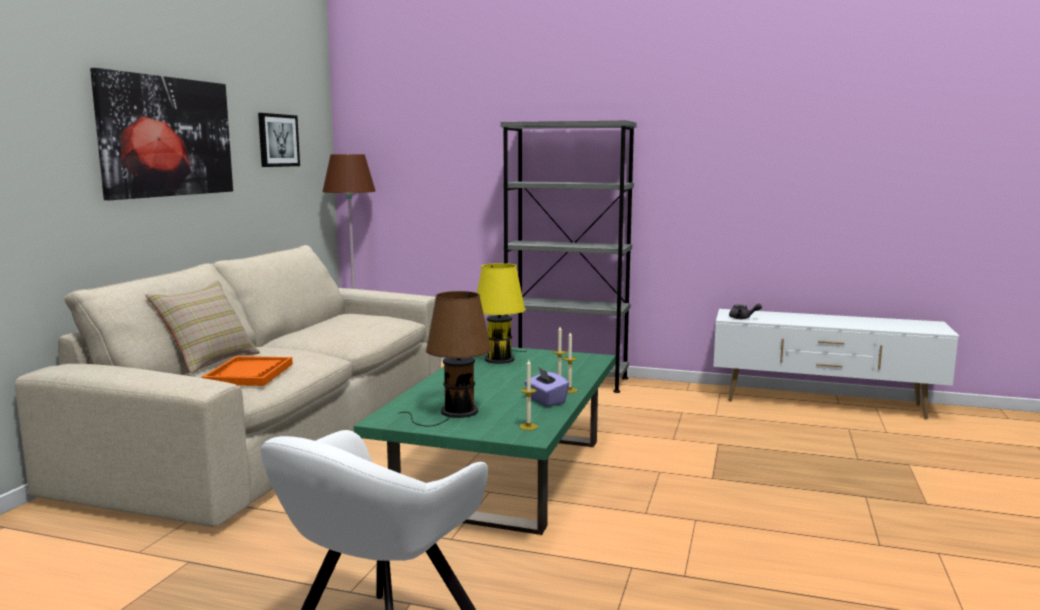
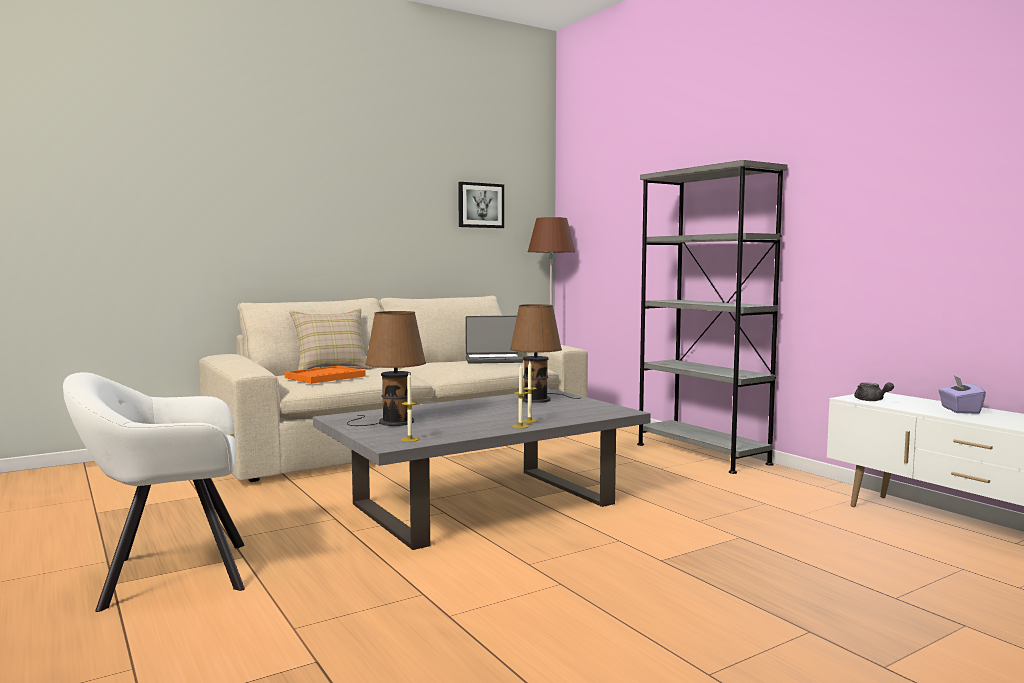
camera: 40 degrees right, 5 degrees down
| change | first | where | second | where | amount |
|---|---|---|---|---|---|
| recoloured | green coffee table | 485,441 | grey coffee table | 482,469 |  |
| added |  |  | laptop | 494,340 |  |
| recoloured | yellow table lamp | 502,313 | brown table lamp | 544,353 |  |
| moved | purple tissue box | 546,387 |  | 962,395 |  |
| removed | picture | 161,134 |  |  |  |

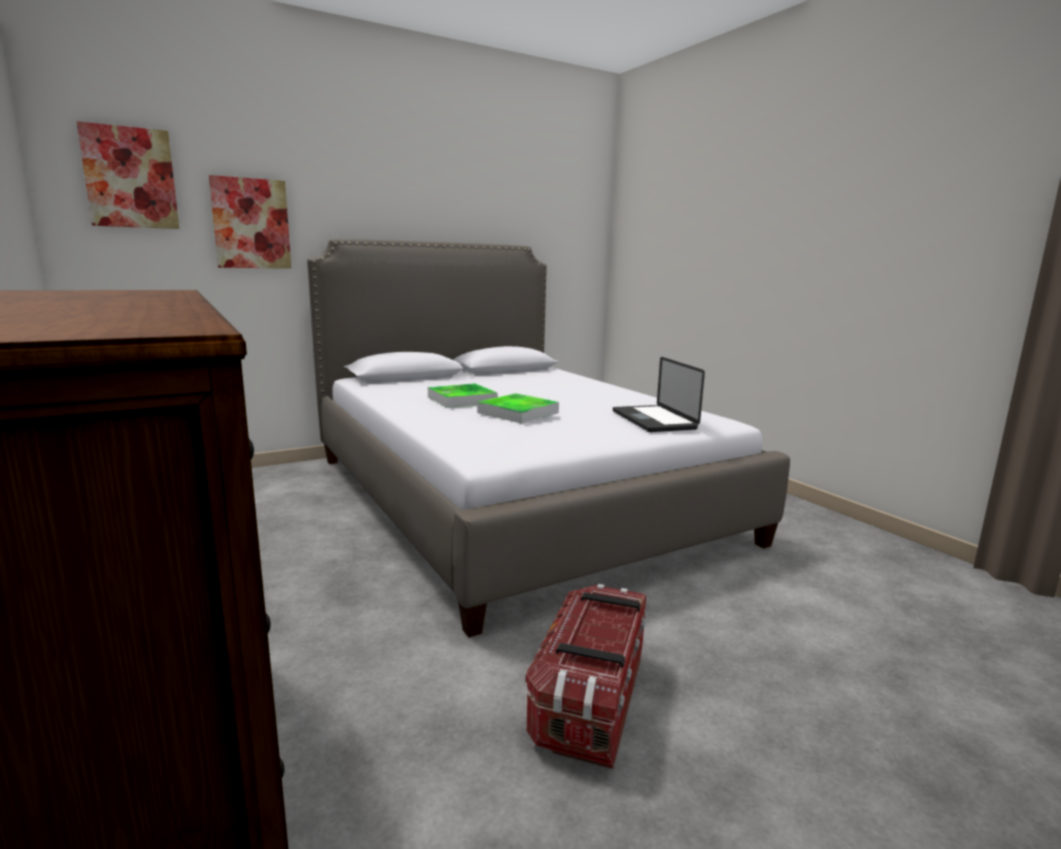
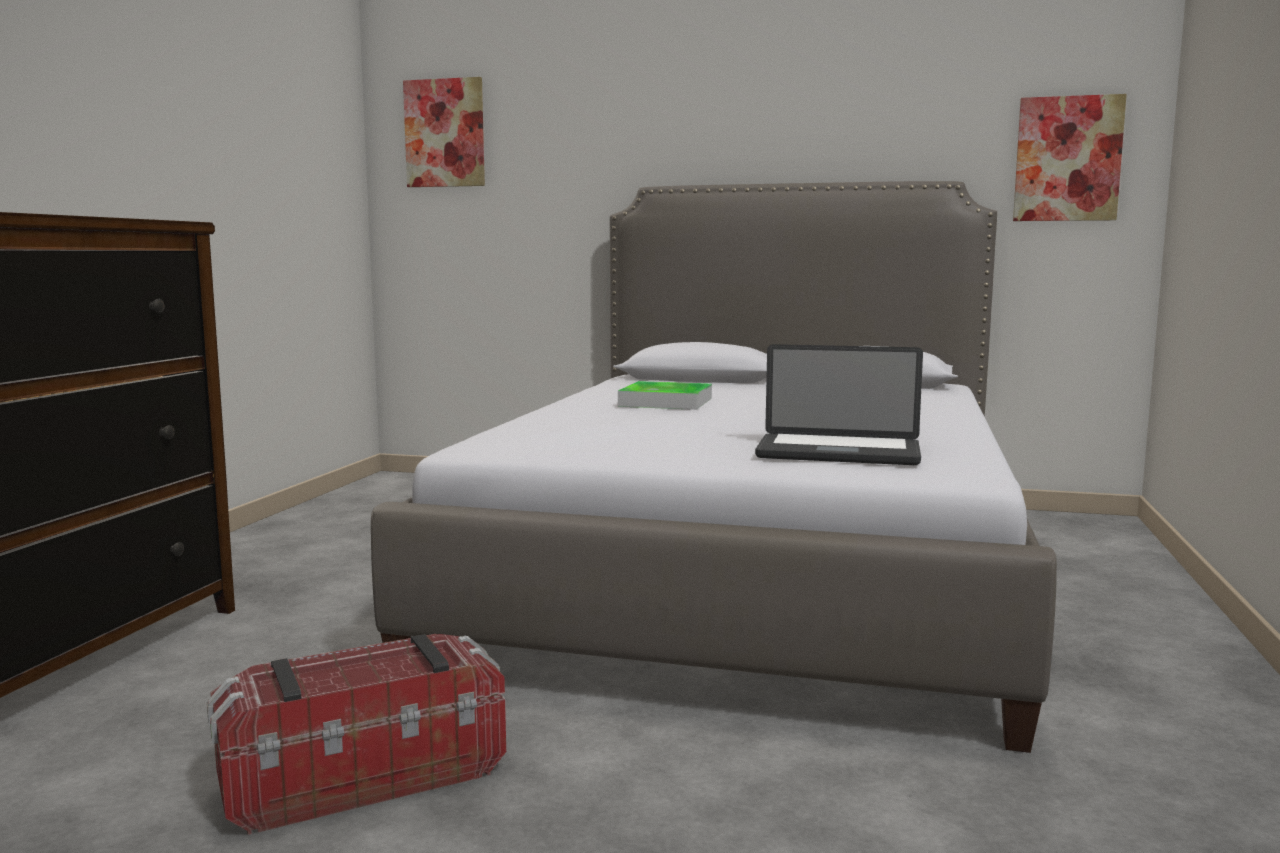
camera: 45 degrees right, 5 degrees down
| change | first | where | second | where | amount |
|---|---|---|---|---|---|
| turned | laptop | 659,394 |  | 839,404 | 105 degrees counterclockwise |
| moved | picture | 250,222 |  | 1070,157 |  |
| removed | tray | 518,408 |  |  |  |

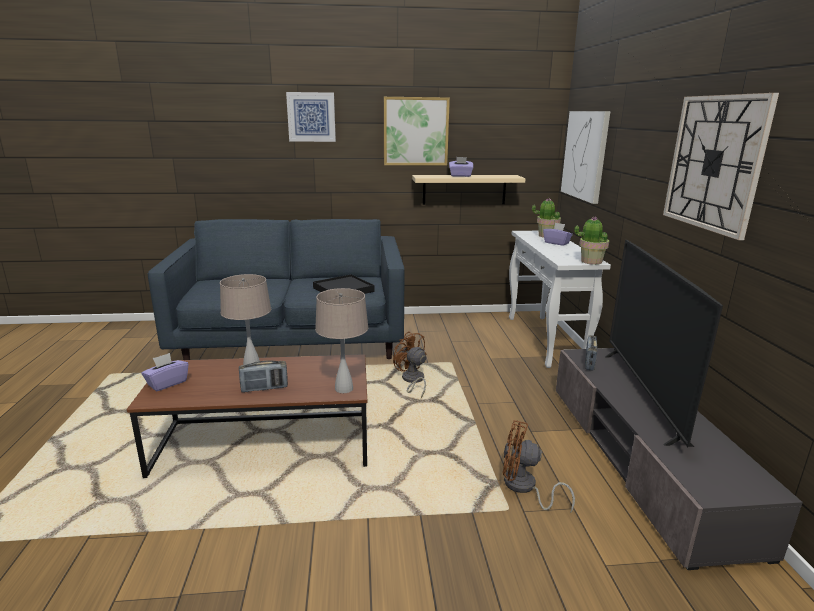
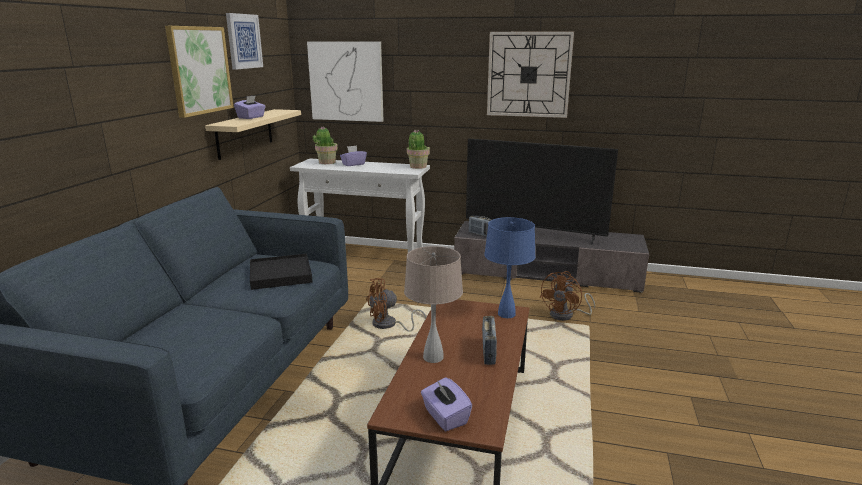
camera: 70 degrees left, 0 degrees up
| change | first | where | second | where | amount |
|---|---|---|---|---|---|
| moved | picture | 311,117 |  | 244,41 |  |
| recoloured | beige table lamp | 341,340 | blue table lamp | 510,267 |  |

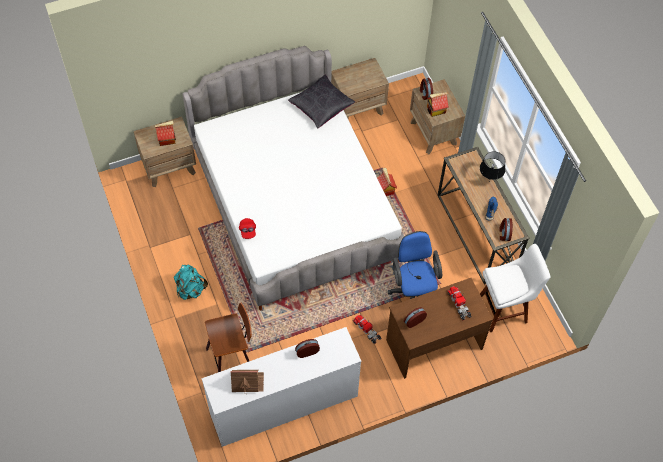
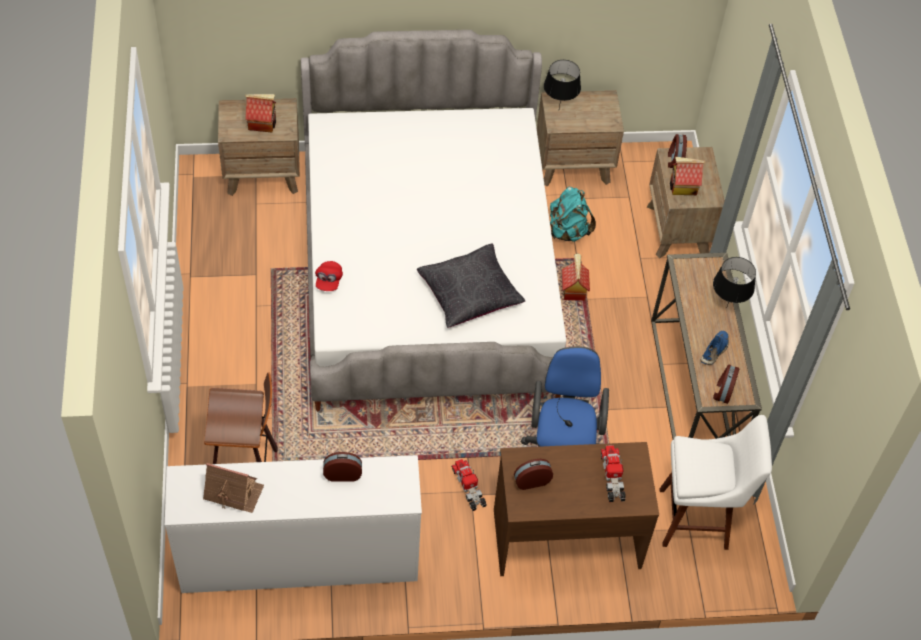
camera: 15 degrees right, 5 degrees down
| change | first | where | second | where | amount |
|---|---|---|---|---|---|
| moved | black pillow | 321,101 |  | 471,286 |  |
| added |  |  | black table lamp | 562,84 |  |
| moved | turquoise backpack | 191,282 |  | 573,214 |  |

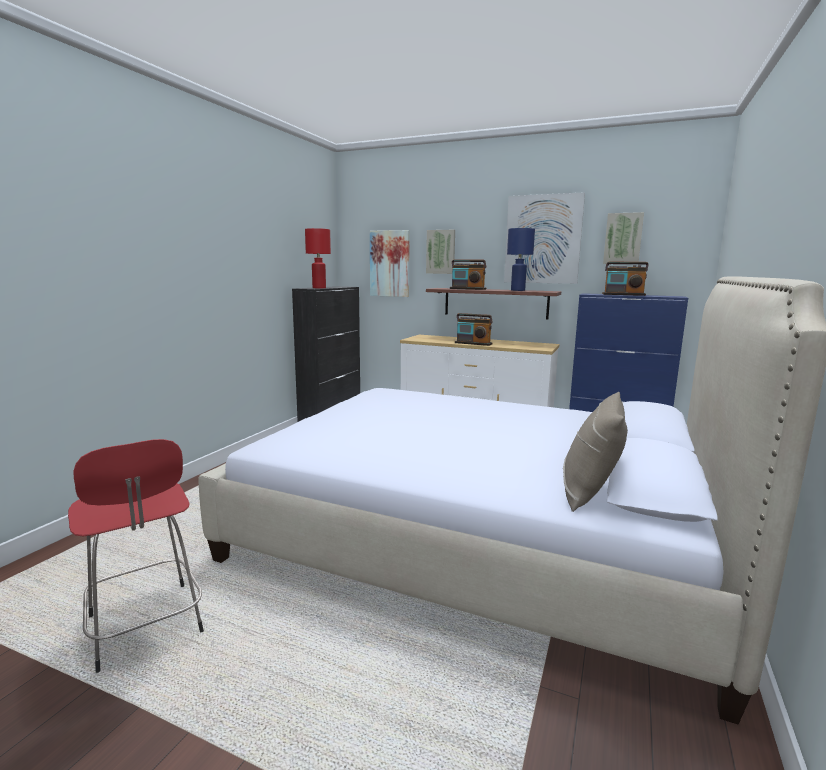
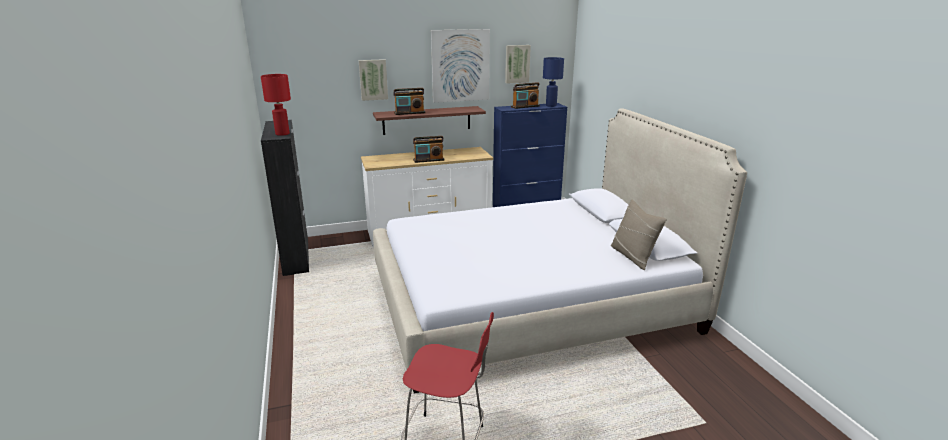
camera: 40 degrees left, 10 degrees up
| change | first | where | second | where | amount |
|---|---|---|---|---|---|
| moved | blue table lamp | 521,259 |  | 553,82 |  |
| removed | picture | 390,263 |  |  |  |

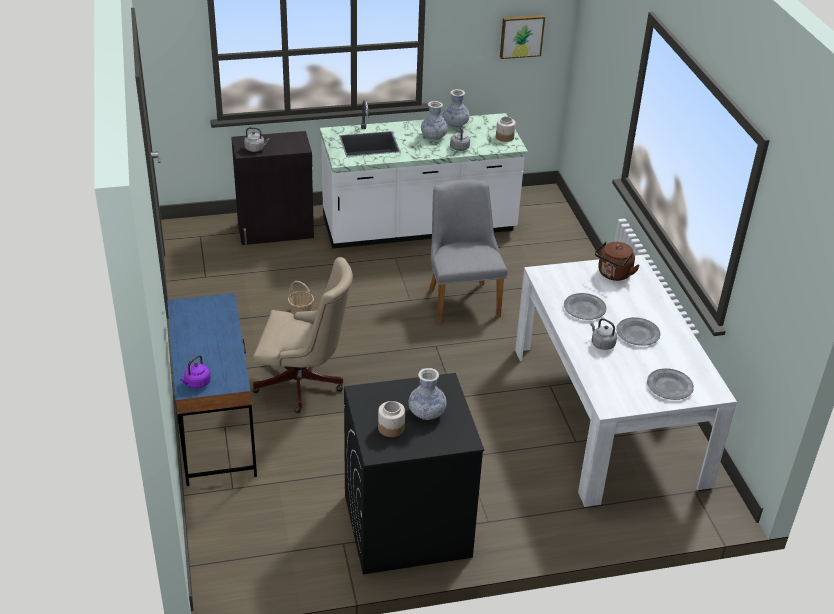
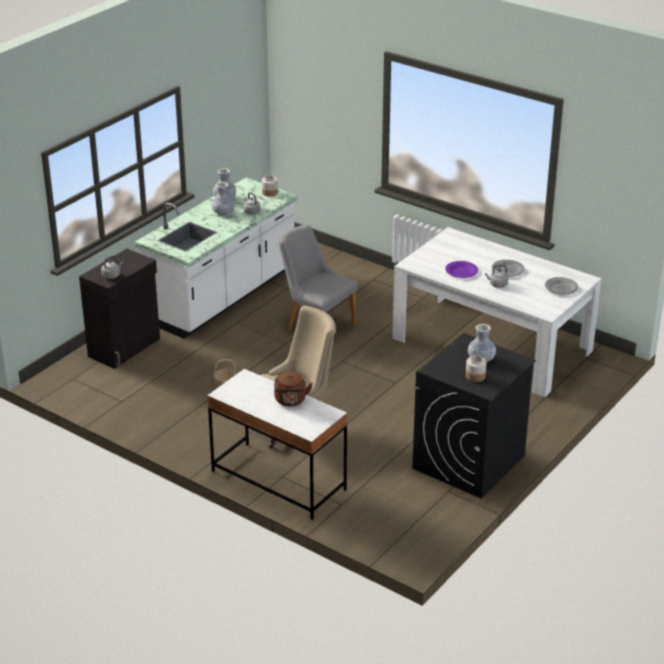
camera: 40 degrees left, 5 degrees down
| change | first | where | second | where | amount |
|---|---|---|---|---|---|
| recoloured | blue desk | 212,389 | white desk | 277,444 |  |
| moved | brown kettle | 617,261 |  | 293,388 |  |
| recoloured | grey plate | 585,306 | purple plate | 461,269 |  |
| removed | purple kettle | 195,372 |  |  |  |
| removed | picture | 522,37 |  |  |  |

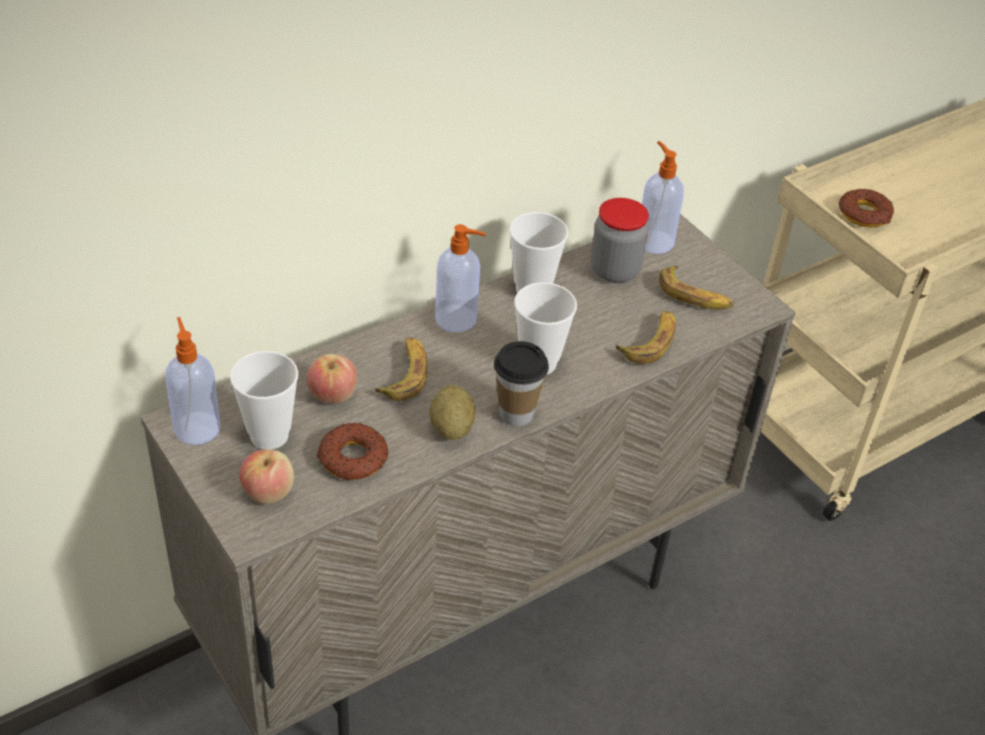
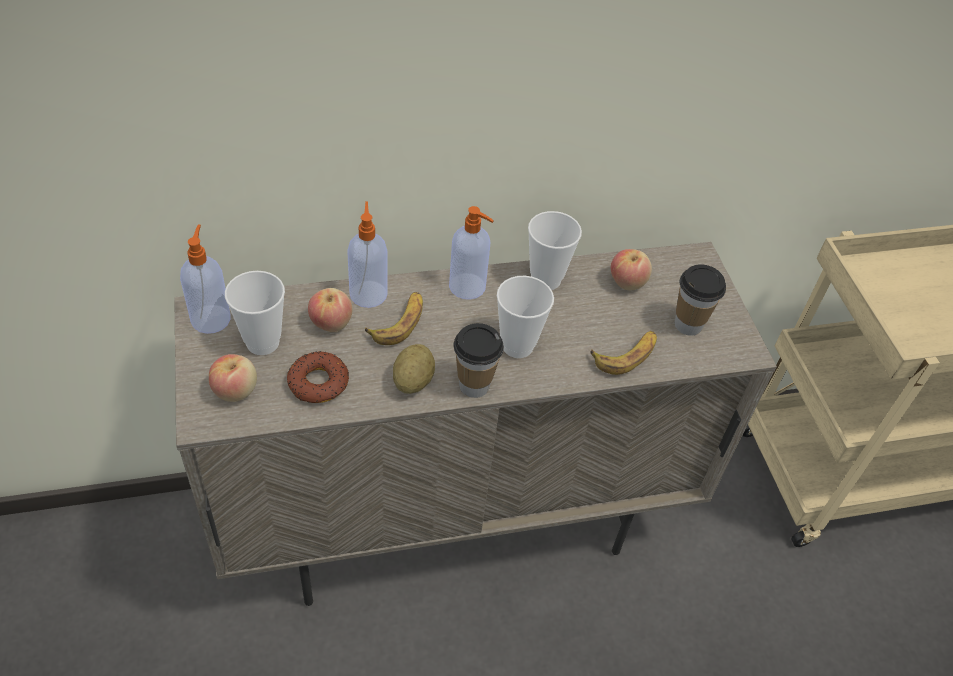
camera: 20 degrees right, 5 degrees up
| change | first | where | second | where | amount |
|---|---|---|---|---|---|
| moved | soap dispenser | 663,197 |  | 367,254 |  |
| replaced | jar | 620,240 | apple | 631,269 |  |
| replaced | banana | 696,287 | cup | 700,300 |  |
| removed | donut | 866,208 |  |  |  |

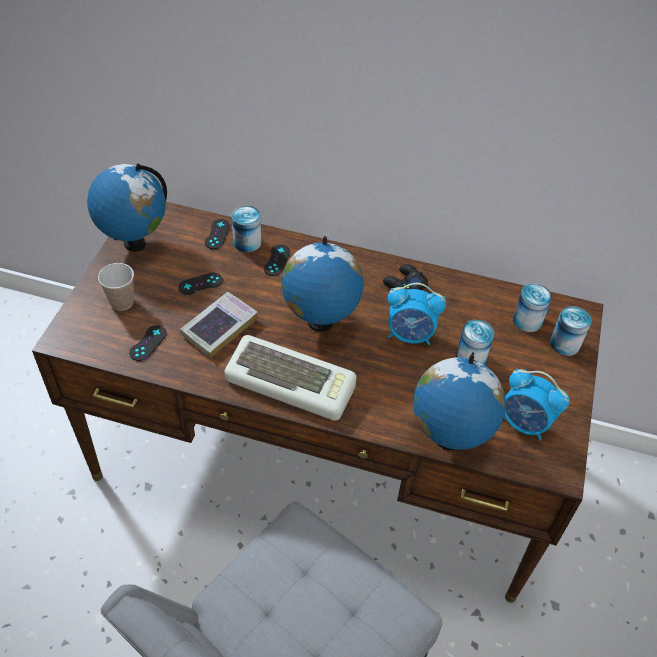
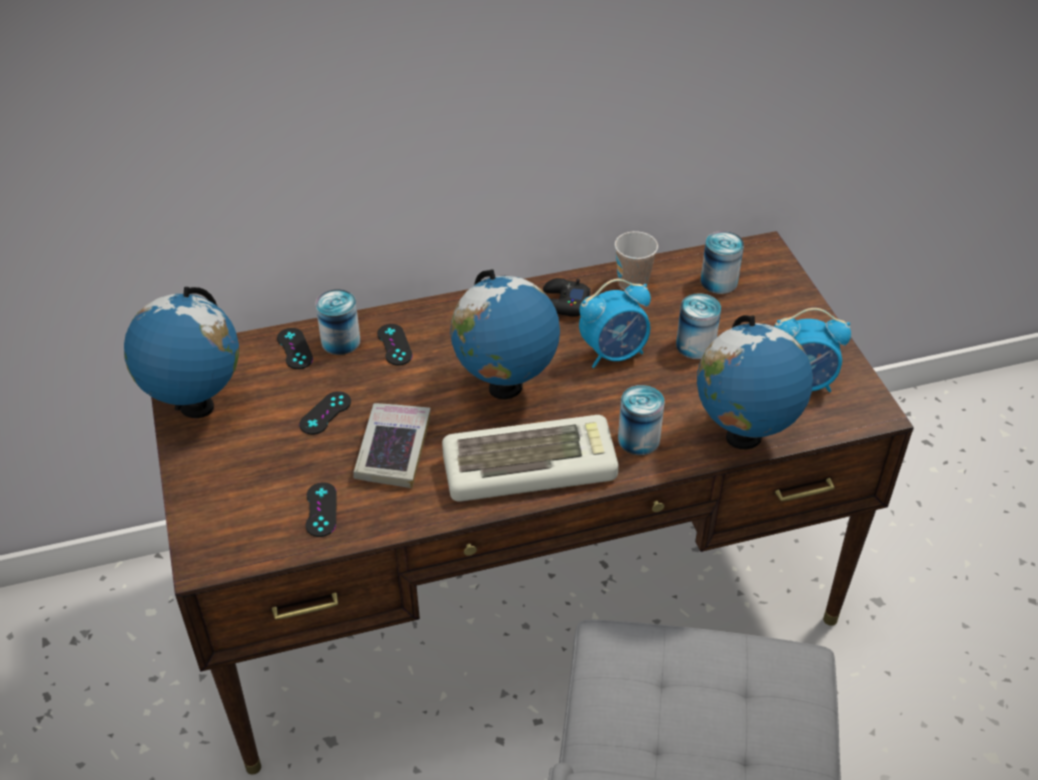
camera: 30 degrees left, 5 degrees down
| change | first | where | second | where | amount |
|---|---|---|---|---|---|
| moved | cup | 116,287 |  | 636,260 |  |
| moved | can | 571,331 |  | 641,420 |  |

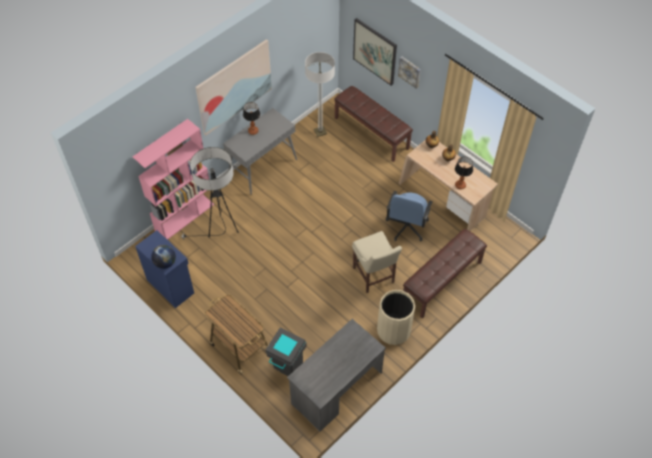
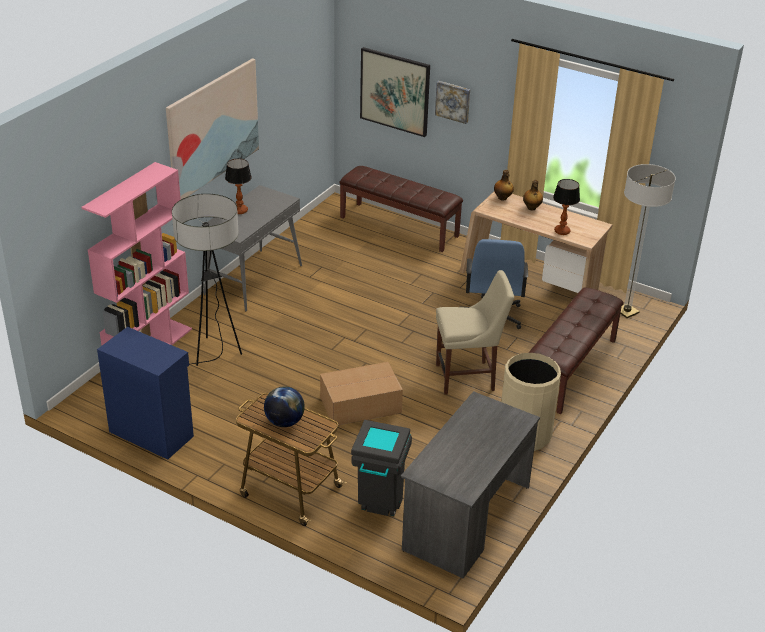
camera: 15 degrees left, 20 degrees down
| change | first | where | second | where | amount |
|---|---|---|---|---|---|
| moved | globe | 163,257 |  | 284,406 |  |
| added |  |  | cardboard box | 361,393 |  |
| turned | beige chair | 377,262 |  | 475,332 | 60 degrees counterclockwise |
| moved | floor lamp | 320,94 |  | 648,241 |  |

